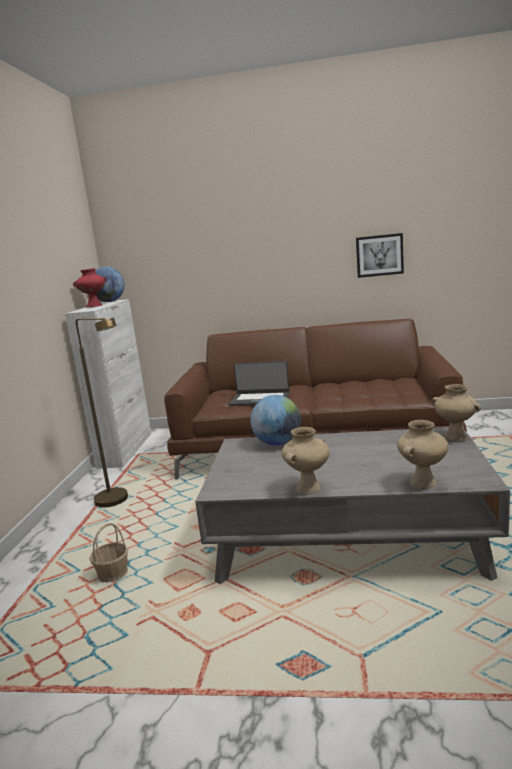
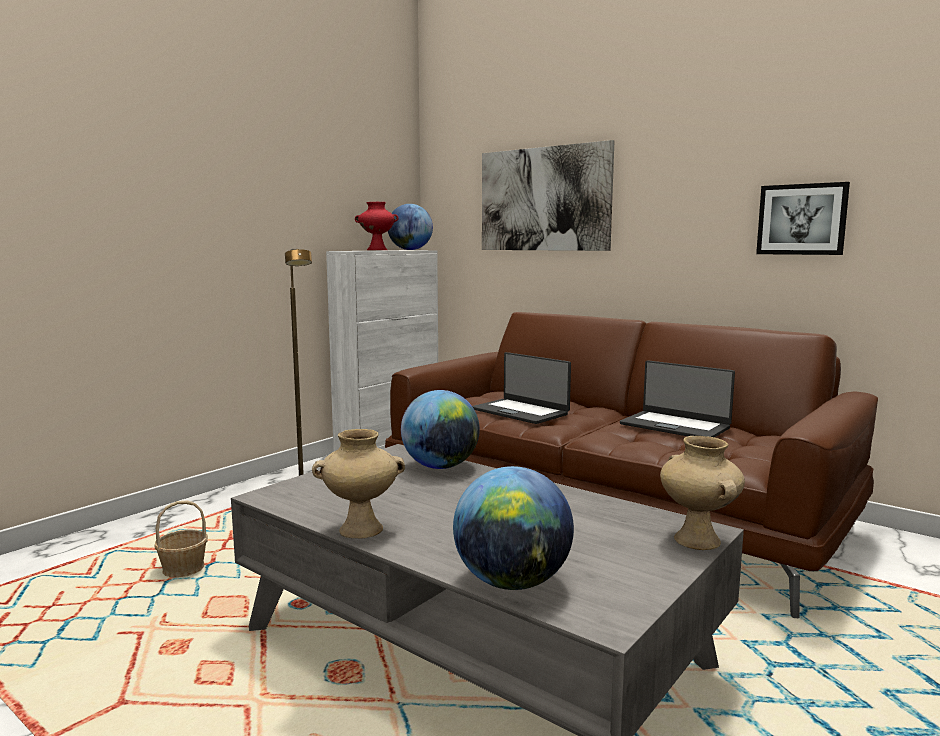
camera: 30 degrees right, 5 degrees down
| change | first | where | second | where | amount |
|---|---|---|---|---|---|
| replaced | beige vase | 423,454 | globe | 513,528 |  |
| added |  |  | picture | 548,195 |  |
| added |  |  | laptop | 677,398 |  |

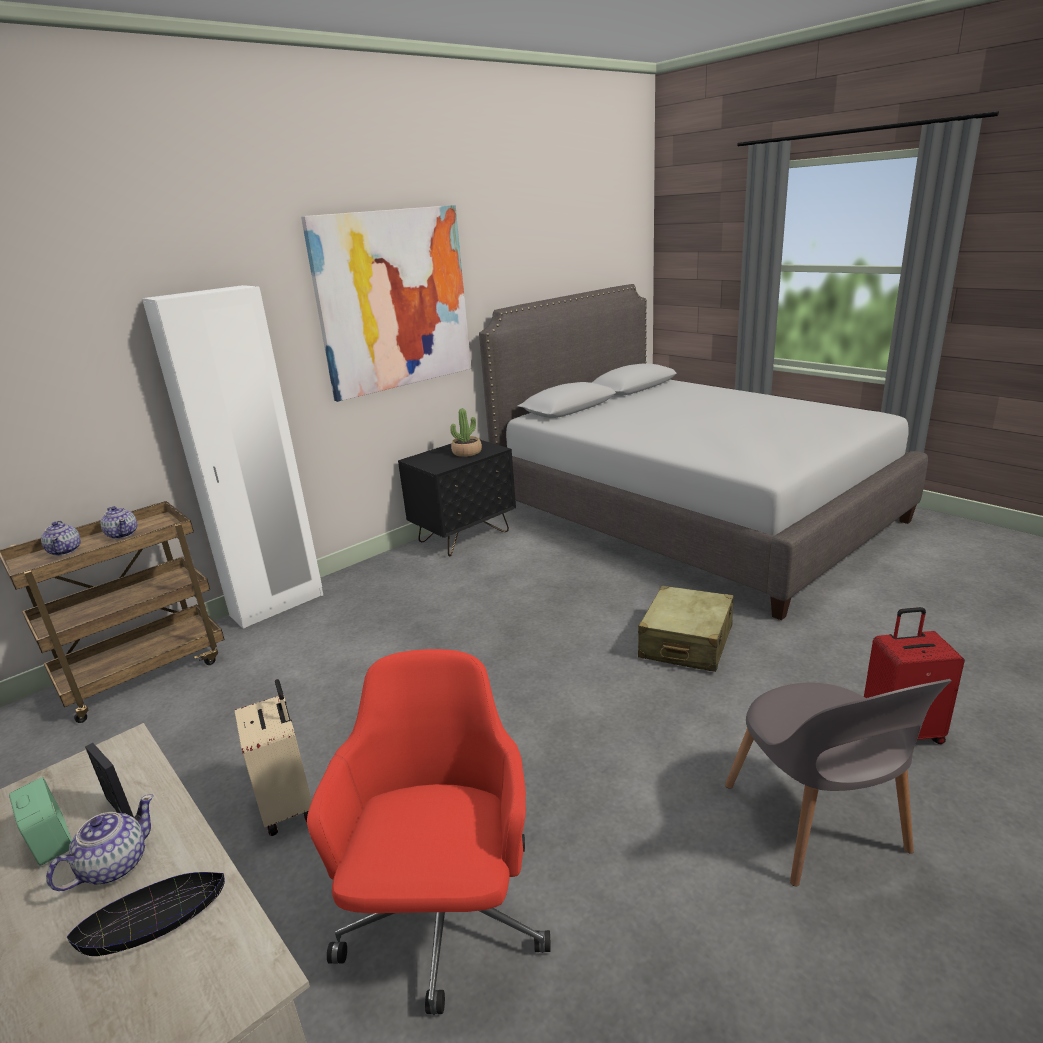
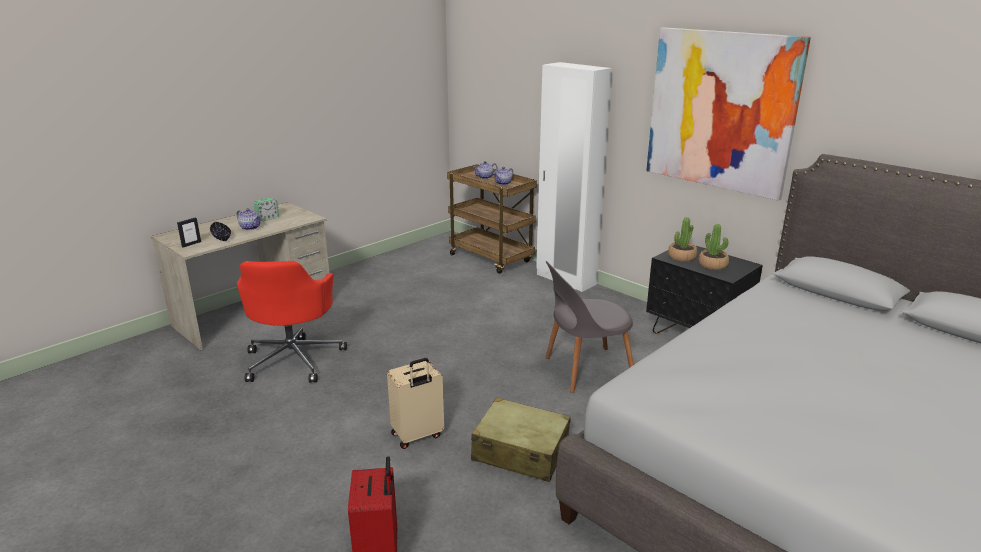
camera: 85 degrees right, 0 degrees up
| change | first | where | second | where | amount |
|---|---|---|---|---|---|
| moved | picture frame | 109,780 |  | 189,233 |  |
| turned | red office chair | 429,832 |  | 292,322 | 90 degrees clockwise |
| moved | beige suitcase | 273,757 |  | 415,403 |  |
| moved | grey chair | 838,782 |  | 589,327 |  |
| added |  |  | potted plant | 682,239 |  |

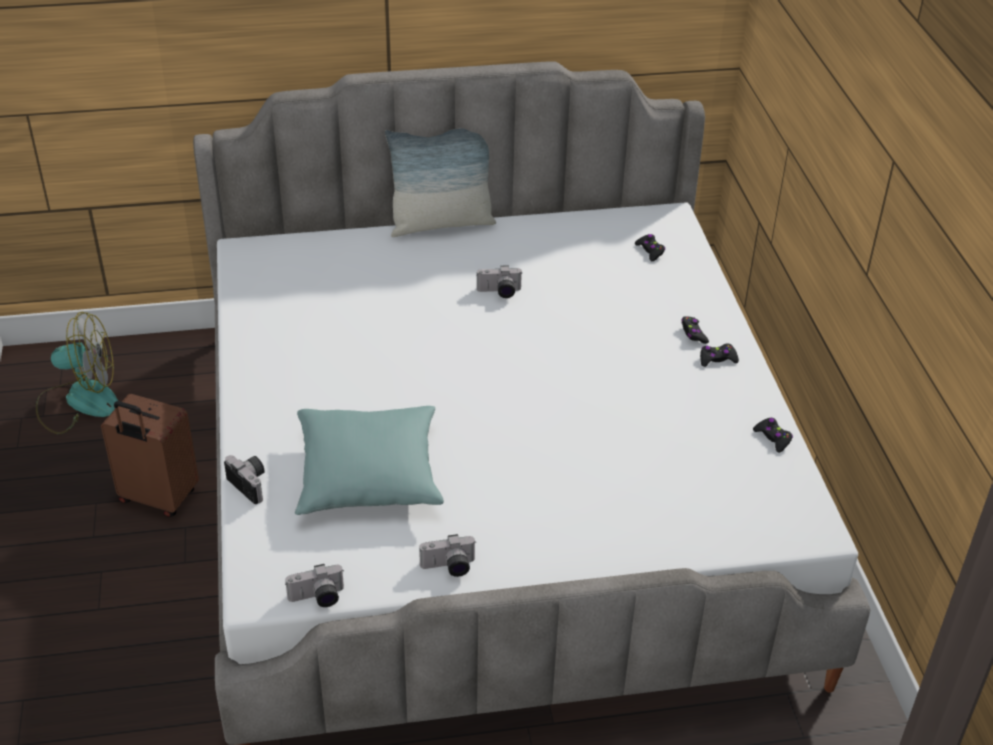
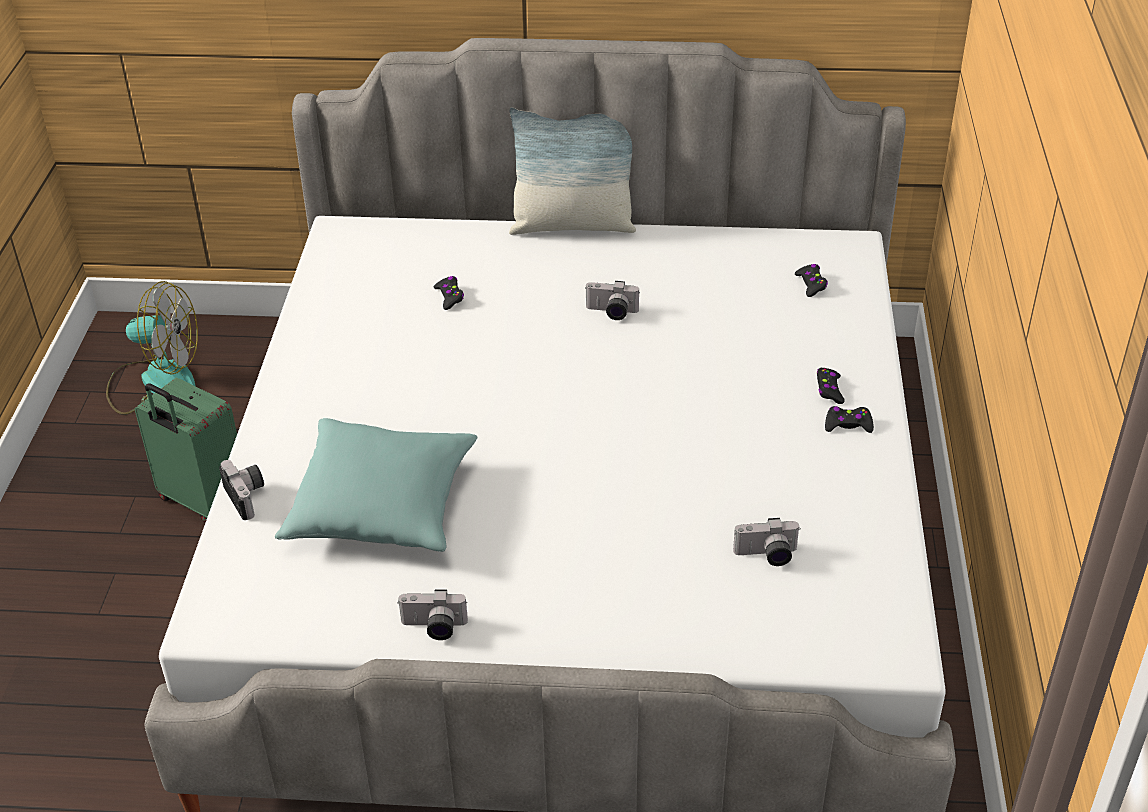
camera: 15 degrees right, 0 degrees up
| change | first | where | second | where | amount |
|---|---|---|---|---|---|
| recoloured | brown suitcase | 150,455 | green suitcase | 186,450 |  |
| moved | black game controller | 773,435 |  | 449,293 |  |
| moved | photo camera | 314,585 |  | 767,542 |  |

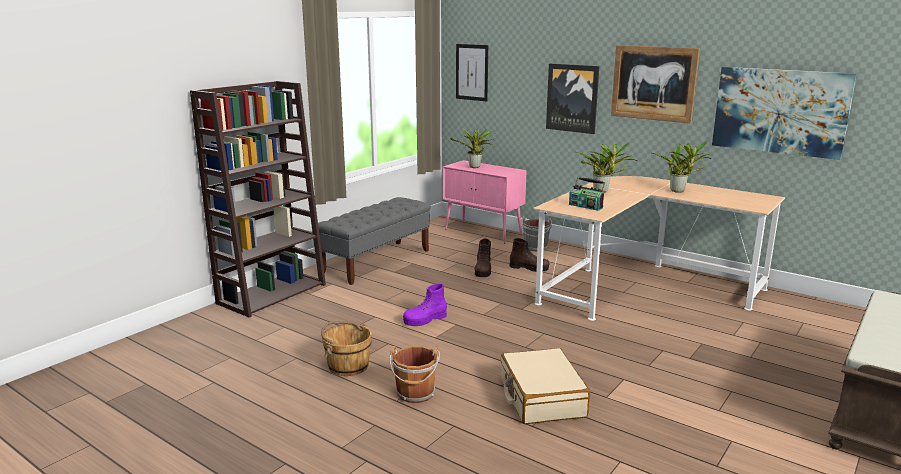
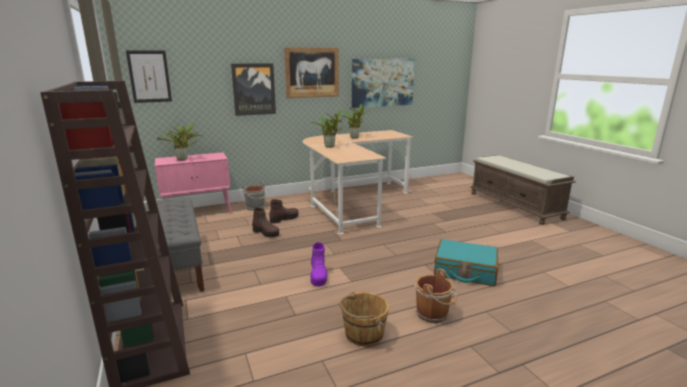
camera: 60 degrees left, 0 degrees up
| change | first | where | second | where | amount |
|---|---|---|---|---|---|
| recoloured | beige suitcase | 545,386 | turquoise suitcase | 466,262 |  |
| removed | radio | 587,194 |  |  |  |

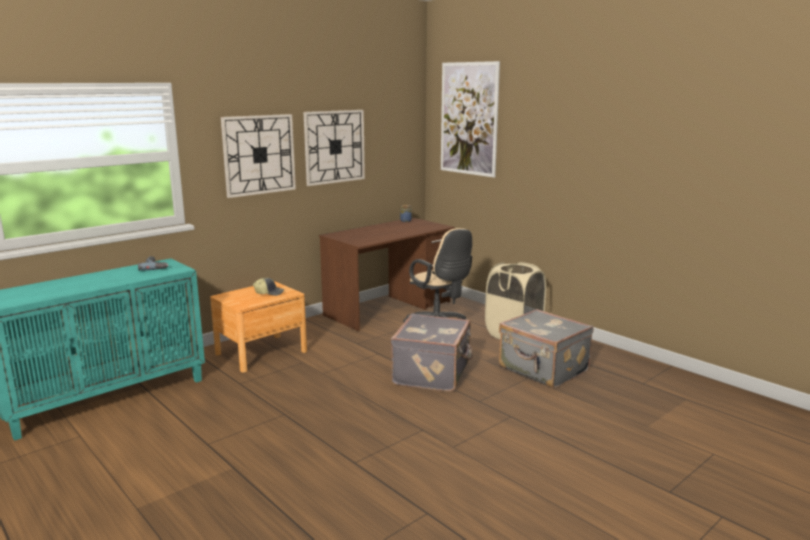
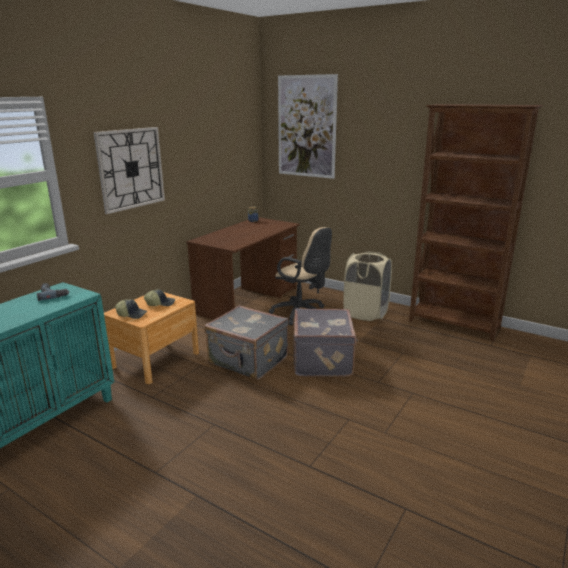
camera: 15 degrees left, 5 degrees up
| change | first | where | second | where | amount |
|---|---|---|---|---|---|
| added |  |  | cap | 131,309 |  |
| moved | grey suitcase | 546,348 |  | 246,342 |  |
| added |  |  | brown bookcase | 476,222 |  |
| removed | wall clock | 334,148 |  |  |  |

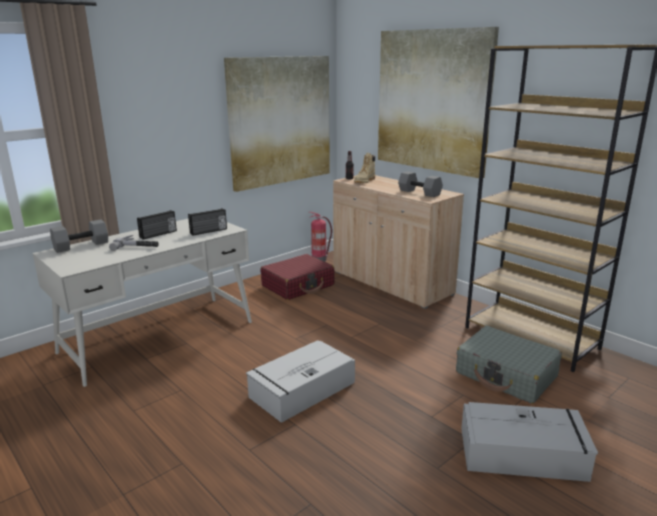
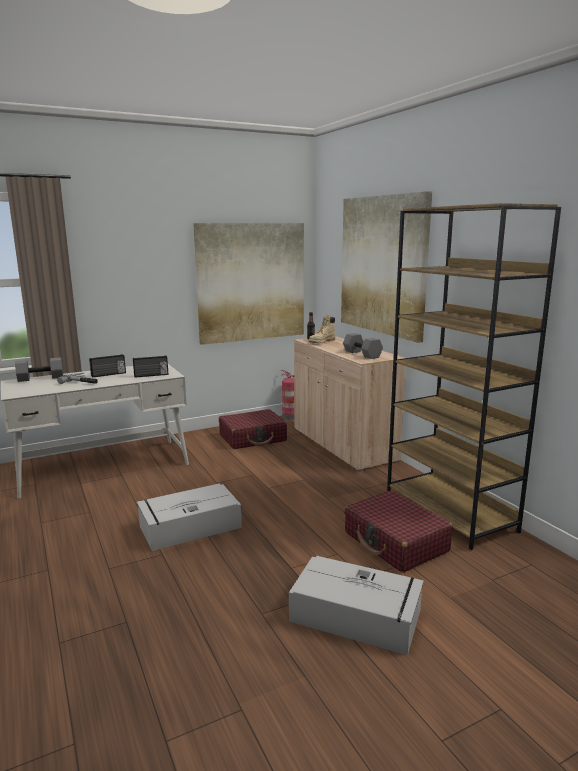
camera: 15 degrees right, 5 degrees down
| change | first | where | second | where | amount |
|---|---|---|---|---|---|
| recoloured | grey suitcase | 509,365 | red suitcase | 399,531 |  |

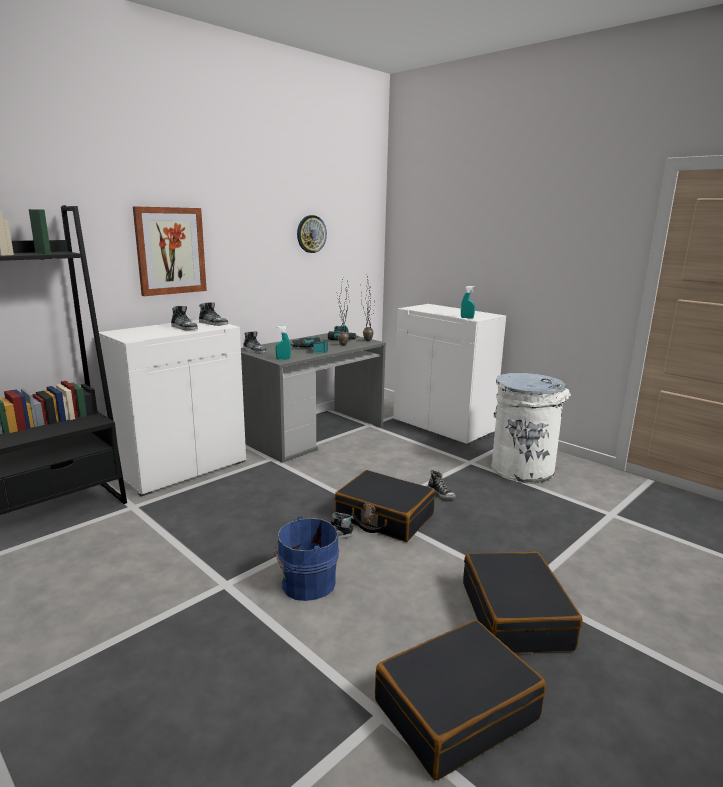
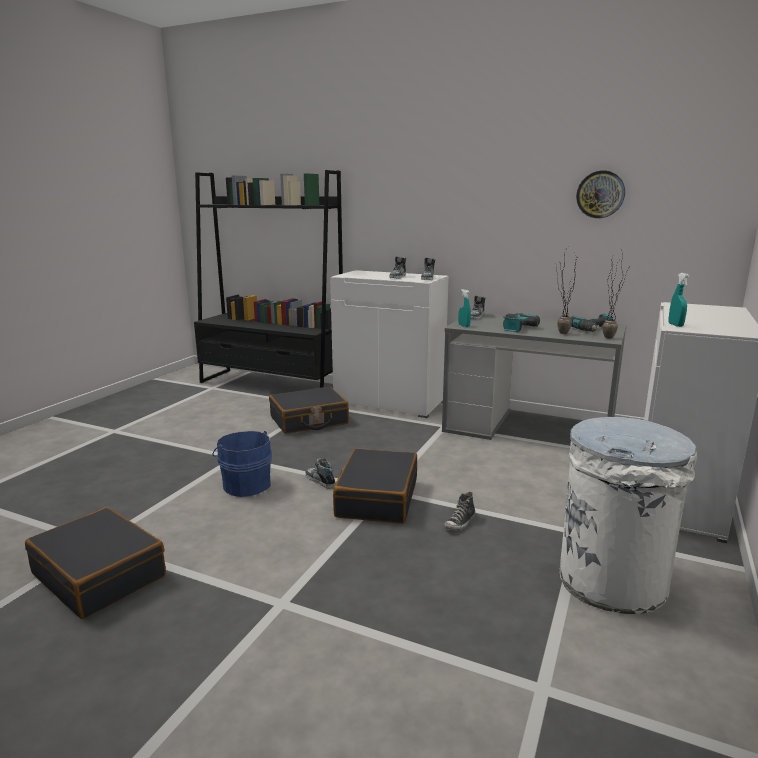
camera: 70 degrees right, 0 degrees up
| change | first | where | second | where | amount |
|---|---|---|---|---|---|
| moved | black suitcase | 523,602 |  | 309,410 |  |
| removed | picture | 170,251 |  |  |  |

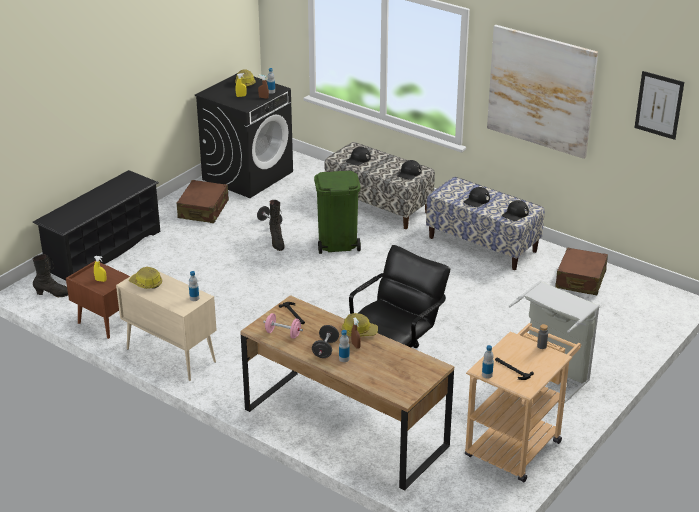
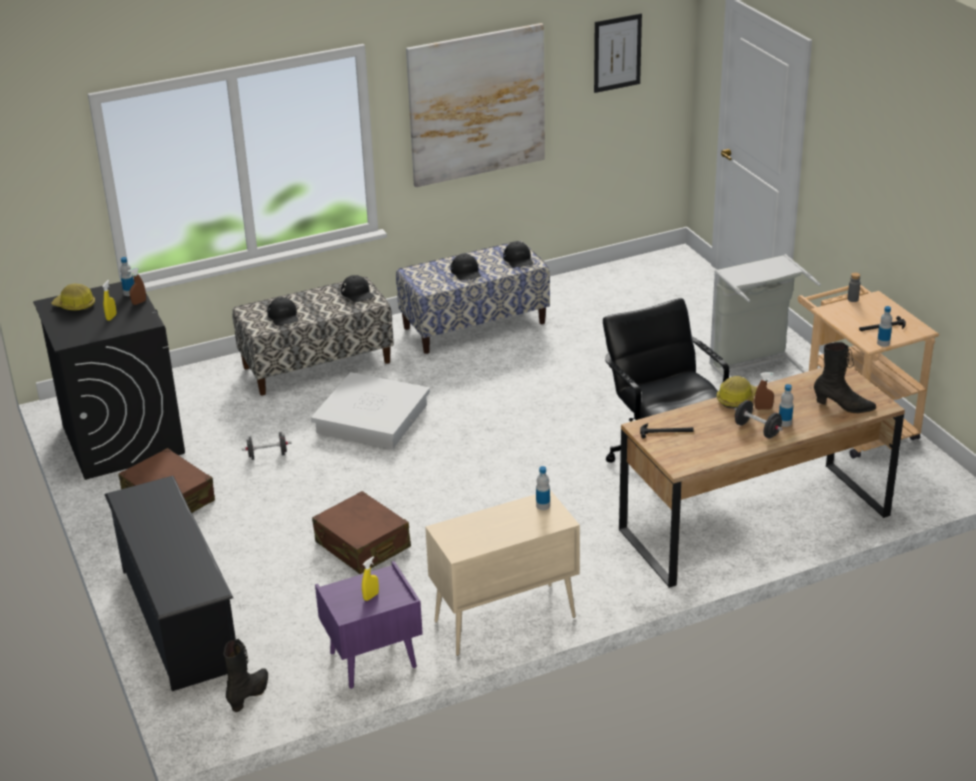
camera: 60 degrees left, 0 degrees up
| change | first | where | second | where | amount |
|---|---|---|---|---|---|
| replaced | green trash can | 337,212 | white storage box | 370,410 |  |
| moved | brown suitcase | 581,271 |  | 361,532 |  |
| recoloured | brown nightstand | 98,299 | purple nightstand | 369,625 |  |
| moved | black boot | 277,225 |  | 845,377 |  |
| removed | hard hat | 145,278 |  |  |  |
| removed | pink dumbbell | 283,326 |  |  |  |

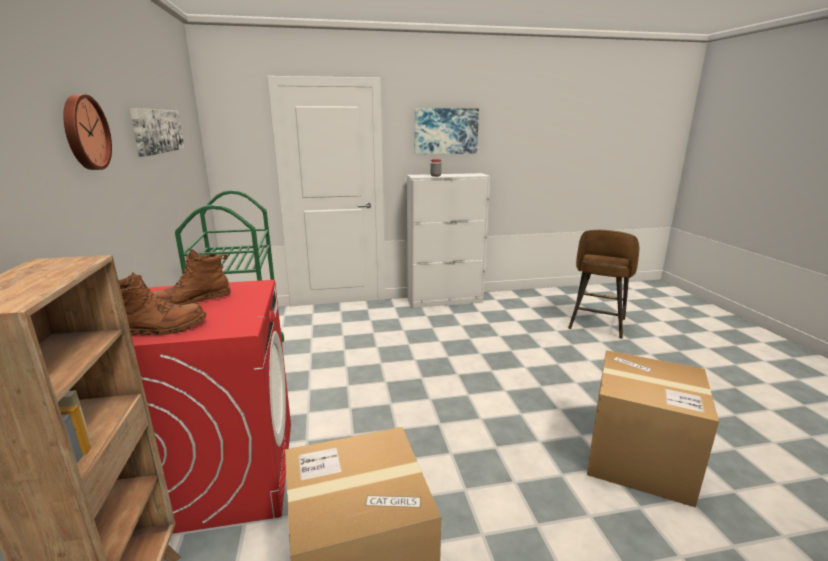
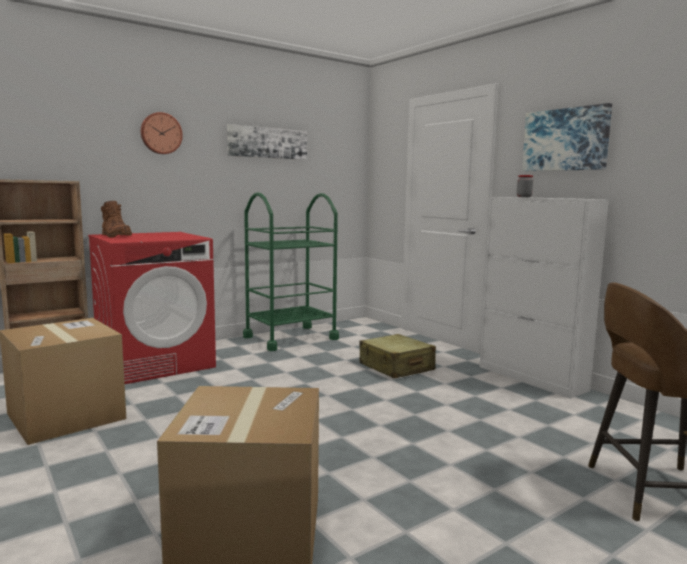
camera: 65 degrees right, 10 degrees down
| change | first | where | second | where | amount |
|---|---|---|---|---|---|
| added |  |  | beige suitcase | 397,356 |  |
| removed | brown boot | 192,277 |  |  |  |

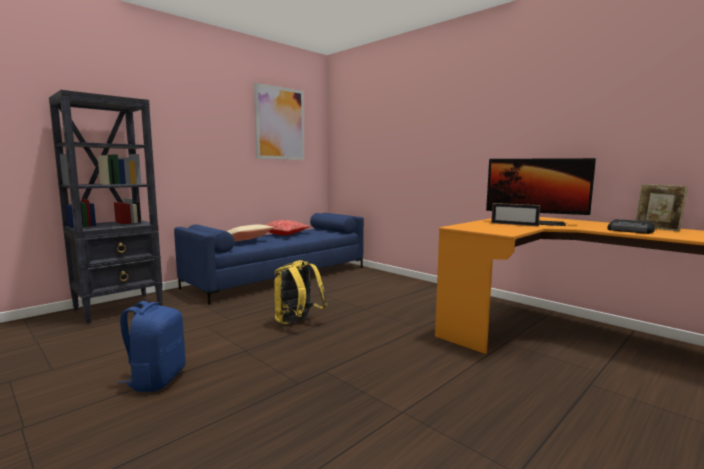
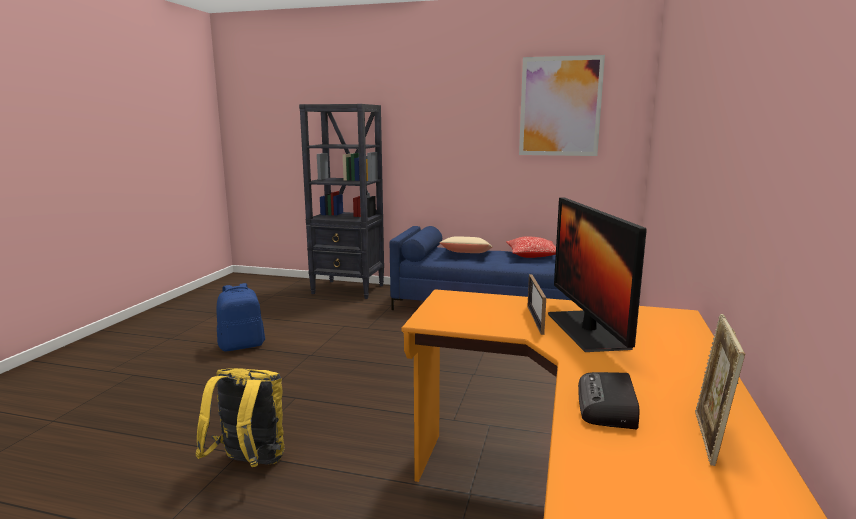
camera: 60 degrees right, 5 degrees up
| change | first | where | second | where | amount |
|---|---|---|---|---|---|
| moved | yellow backpack | 300,292 |  | 240,417 |  |

